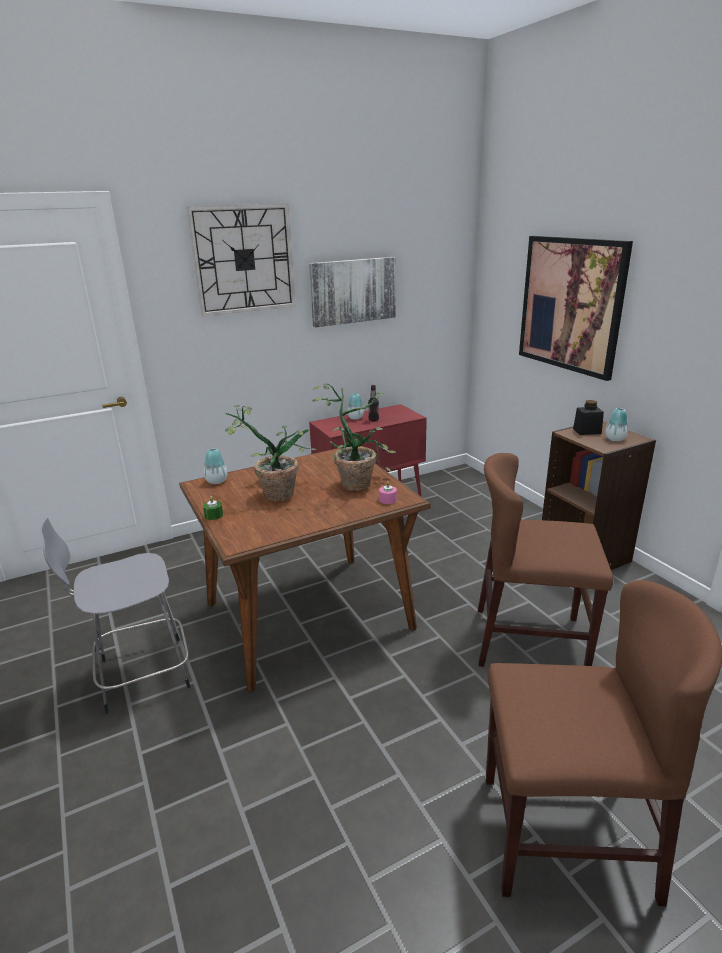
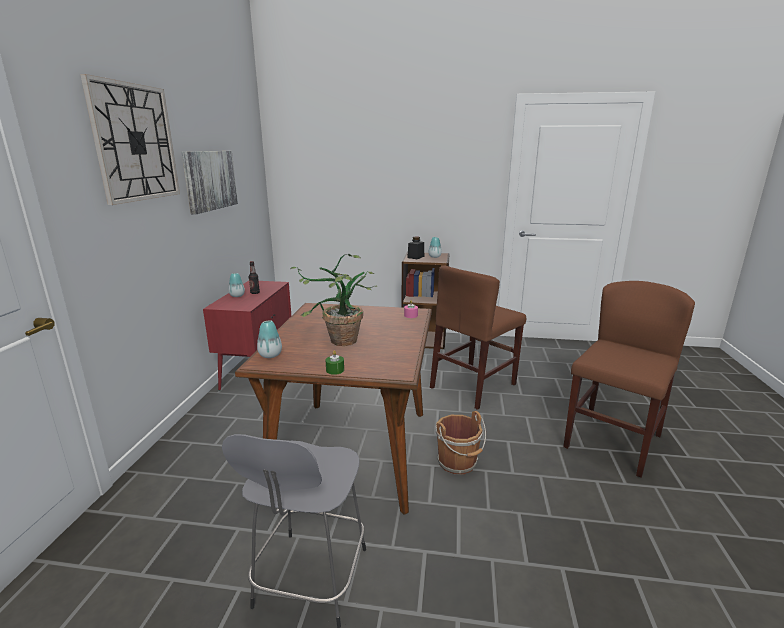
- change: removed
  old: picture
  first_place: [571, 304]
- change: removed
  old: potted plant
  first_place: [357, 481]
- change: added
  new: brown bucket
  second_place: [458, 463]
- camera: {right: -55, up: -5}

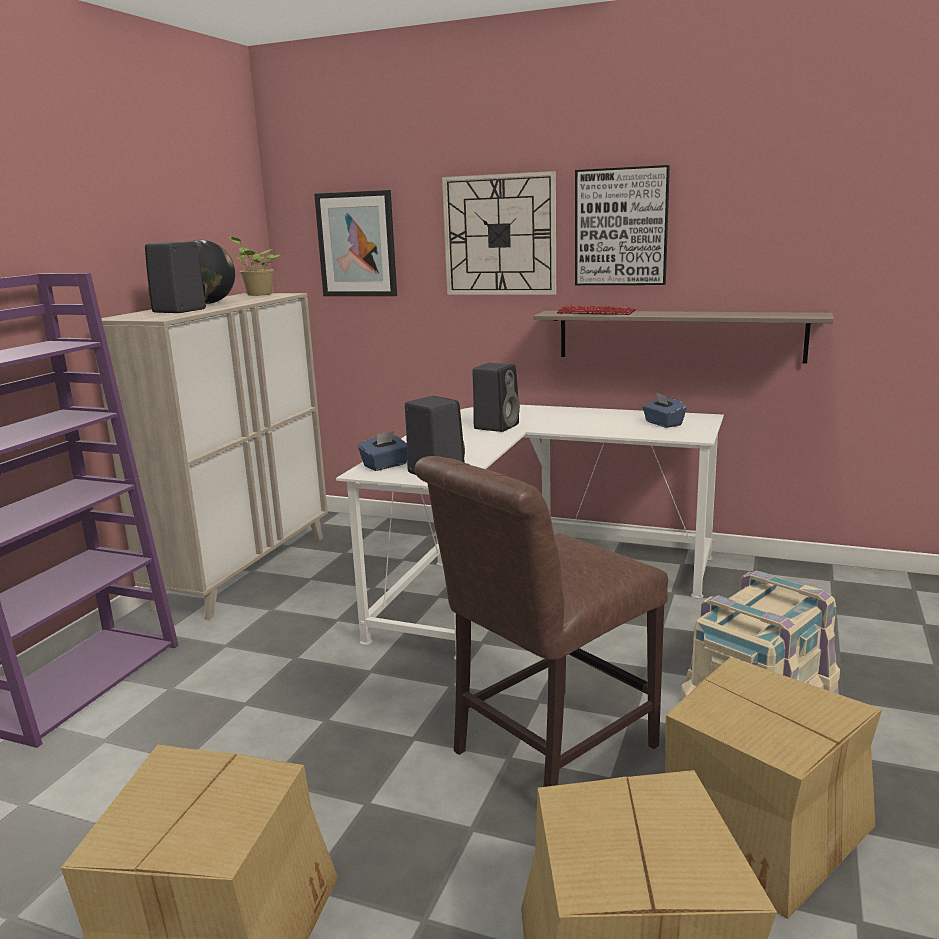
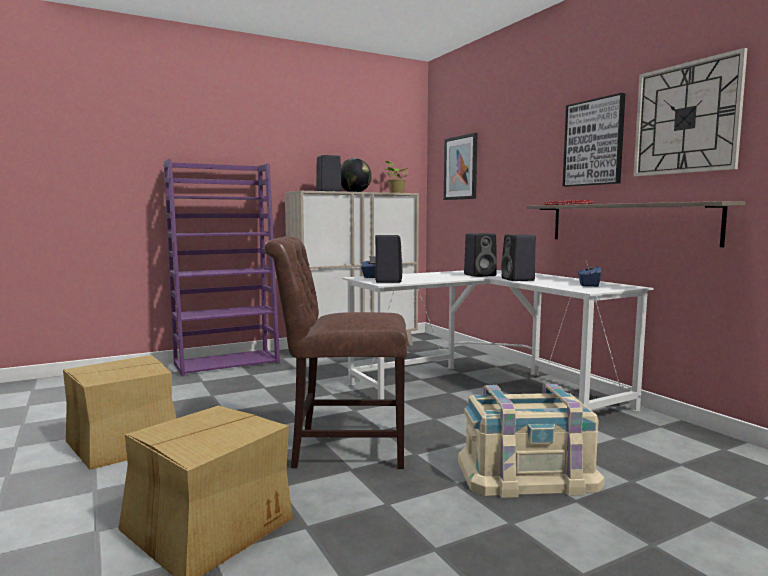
- change: moved
  old: wall clock
  first_place: [500, 235]
  second_place: [686, 118]
- change: removed
  old: cardboard box
  first_place: [759, 828]
- change: added
  new: black speaker
  second_place: [518, 279]
- camera: {right: 40, up: -10}

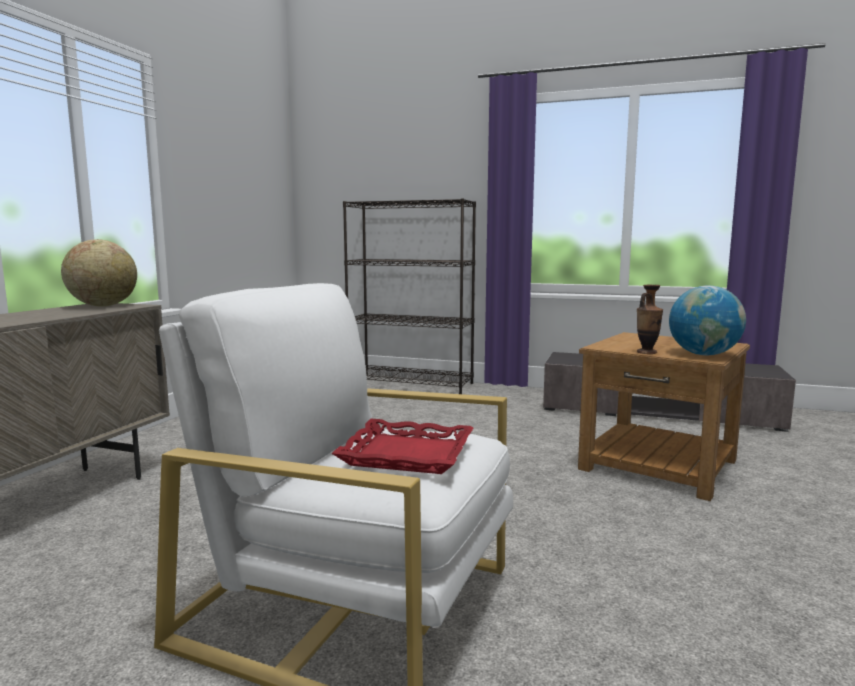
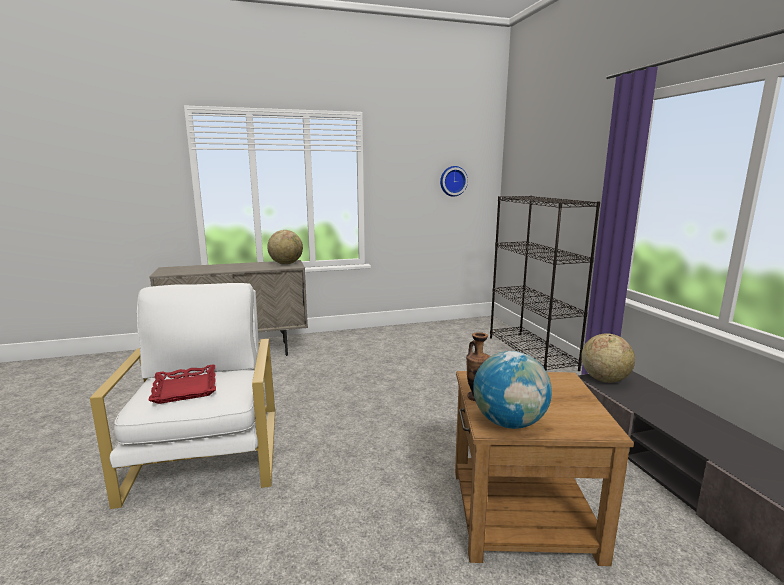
- change: added
  new: wall clock
  second_place: [453, 181]
- change: added
  new: globe
  second_place: [604, 379]
- camera: {right: 55, up: 5}

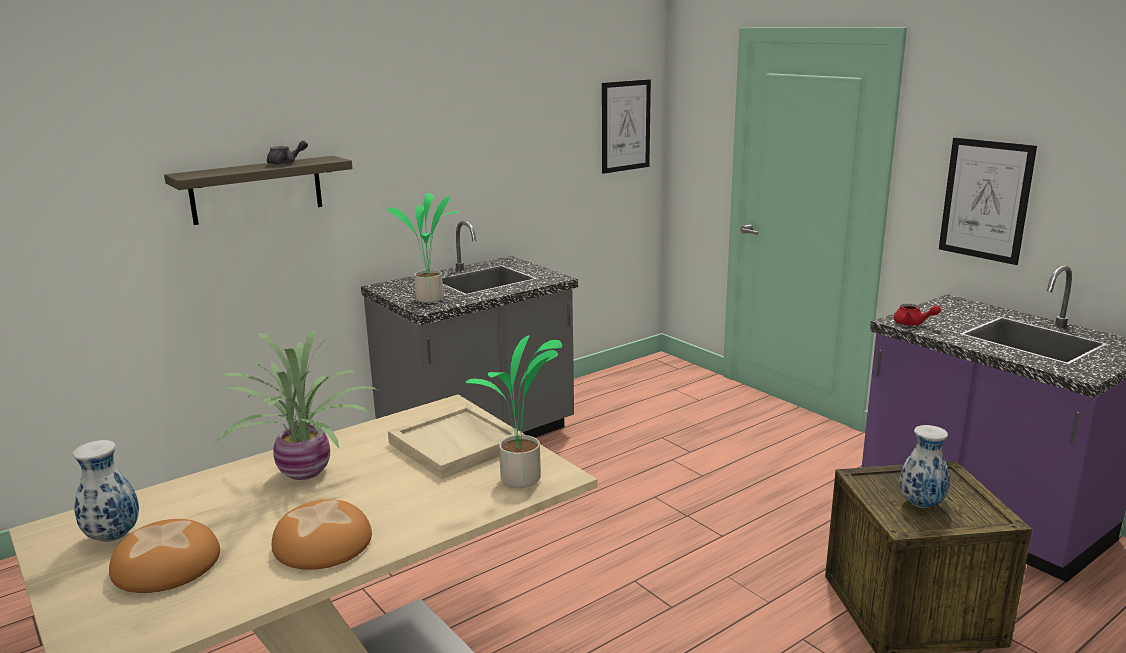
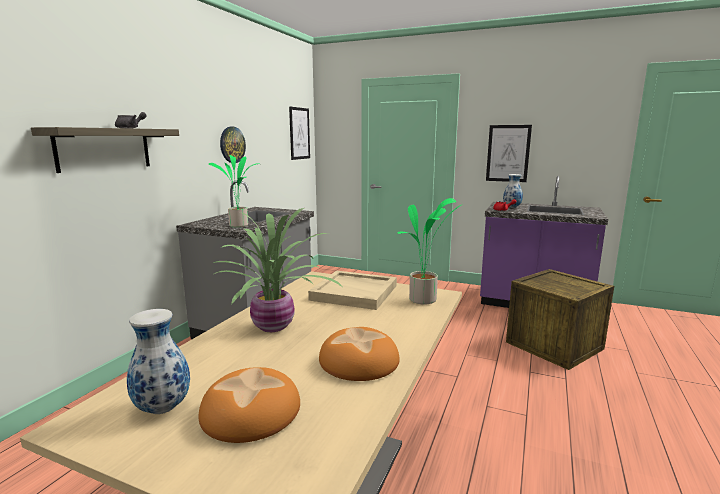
- change: moved
  old: vase
  first_place: [921, 505]
  second_place: [512, 207]
- change: added
  new: wall clock
  second_place: [232, 144]
- camera: {right: -30, up: -5}

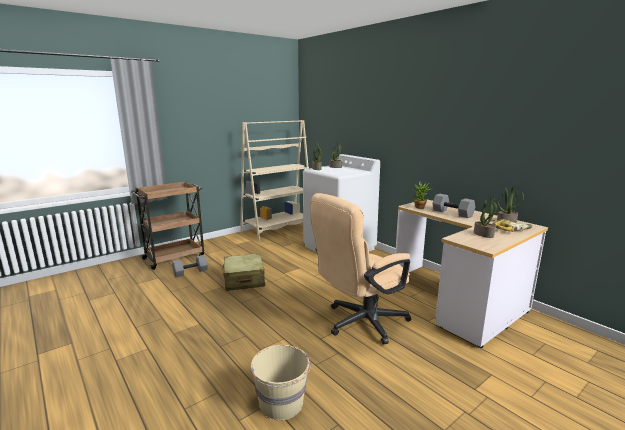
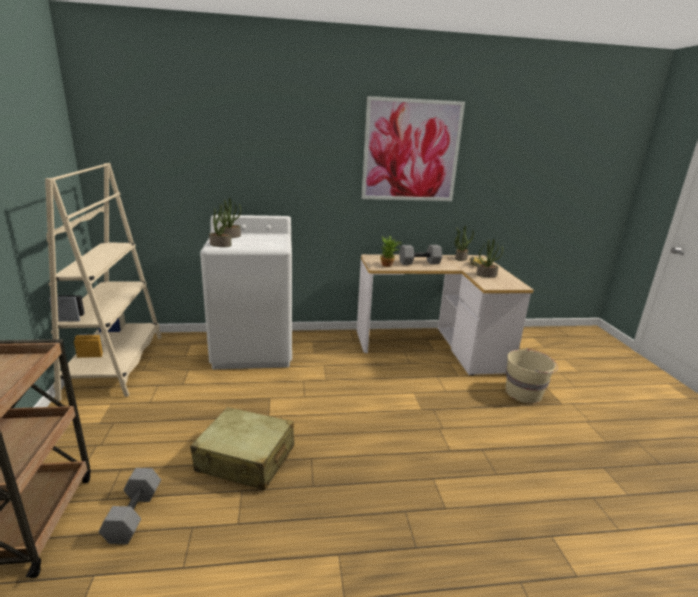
- change: removed
  old: beige office chair
  first_place: [359, 323]
- change: moved
  old: beige bucket
  first_place: [281, 403]
  second_place: [524, 393]
- change: added
  new: picture
  second_place: [411, 151]
- camera: {right: -60, up: 5}

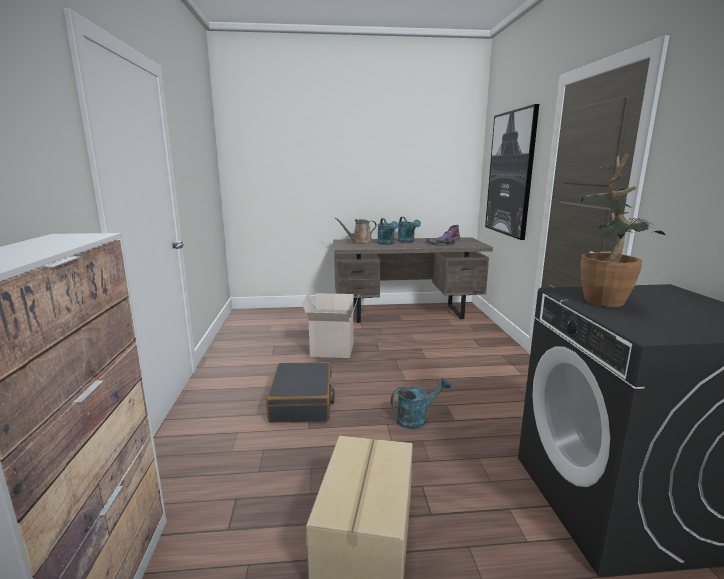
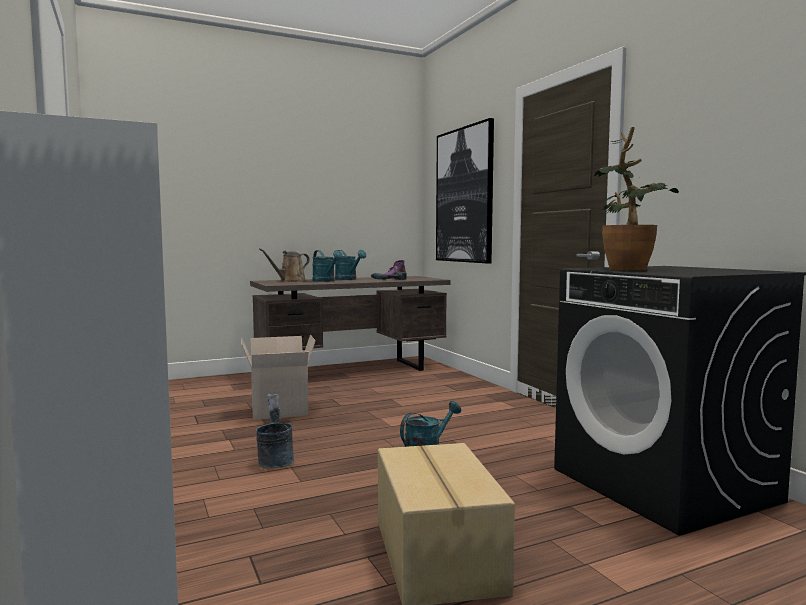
- change: replaced
  old: black suitcase
  new: grey bucket
  first_place: [303, 402]
  second_place: [275, 460]
- camera: {right: -20, up: -10}

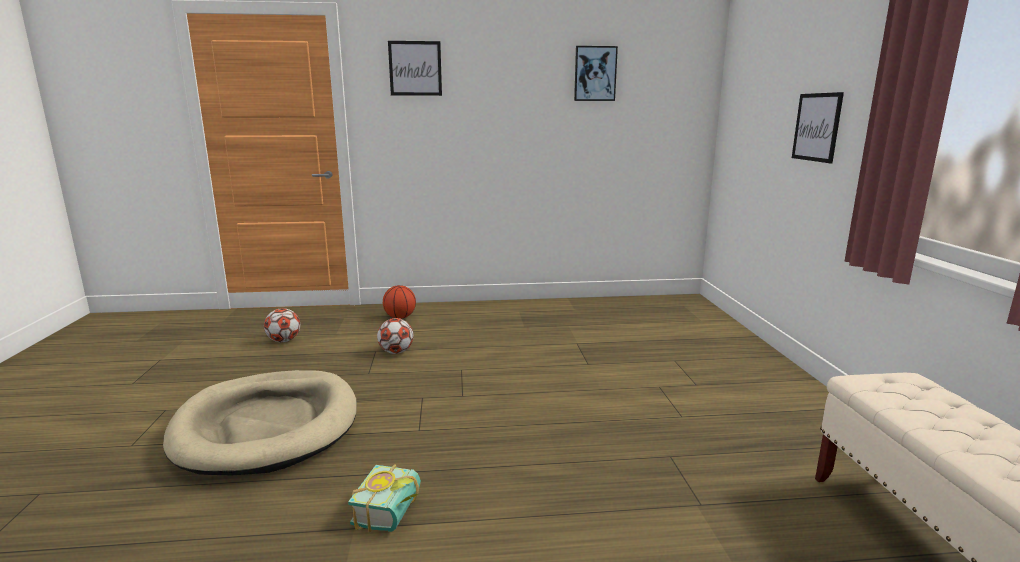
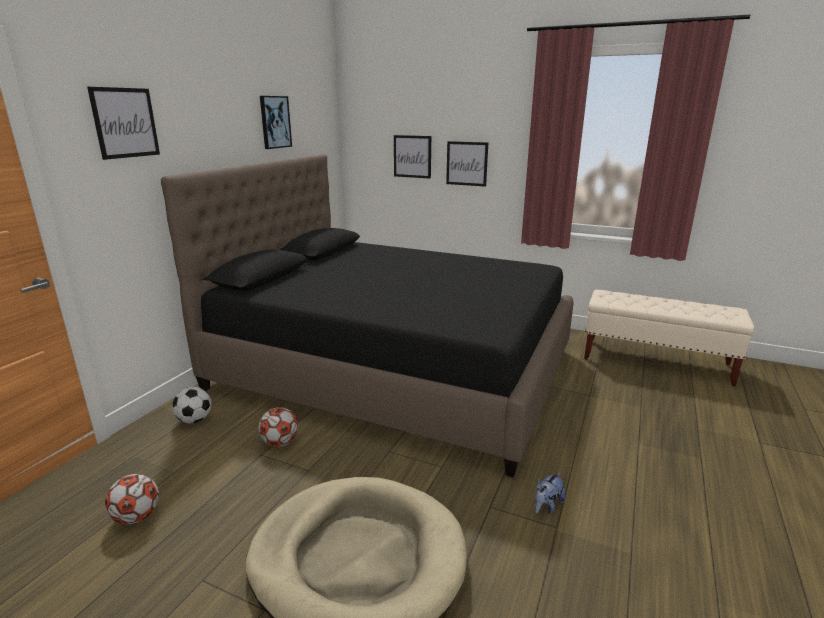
- change: replaced
  old: basketball
  new: football
  first_place: [400, 317]
  second_place: [195, 420]
- change: replaced
  old: book
  new: plush toy
  first_place: [394, 512]
  second_place: [546, 506]
- change: added
  new: picture
  second_place: [412, 156]
- change: added
  new: black bed
  second_place: [394, 368]
- camera: {right: -60, up: 5}

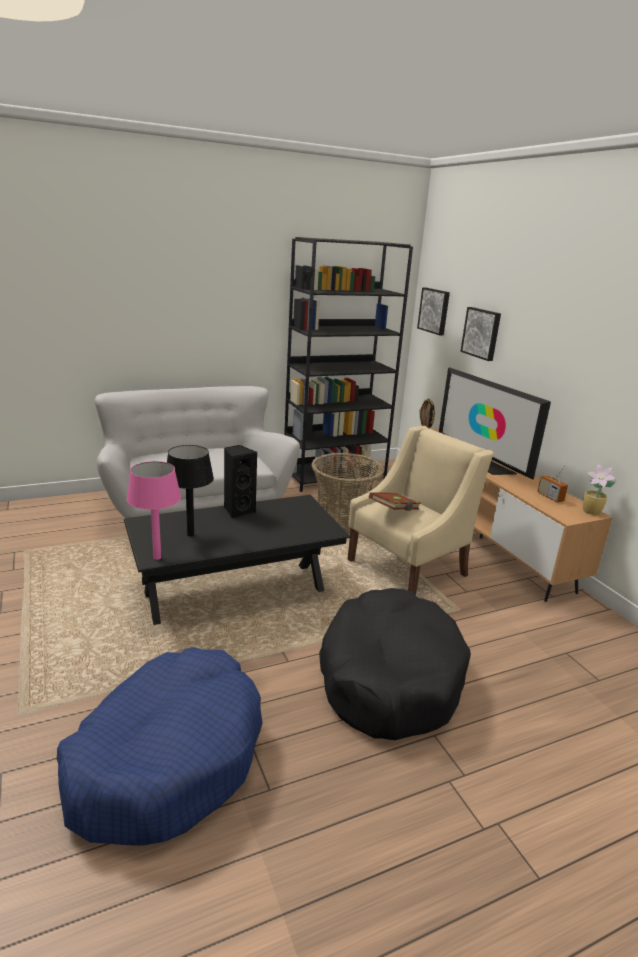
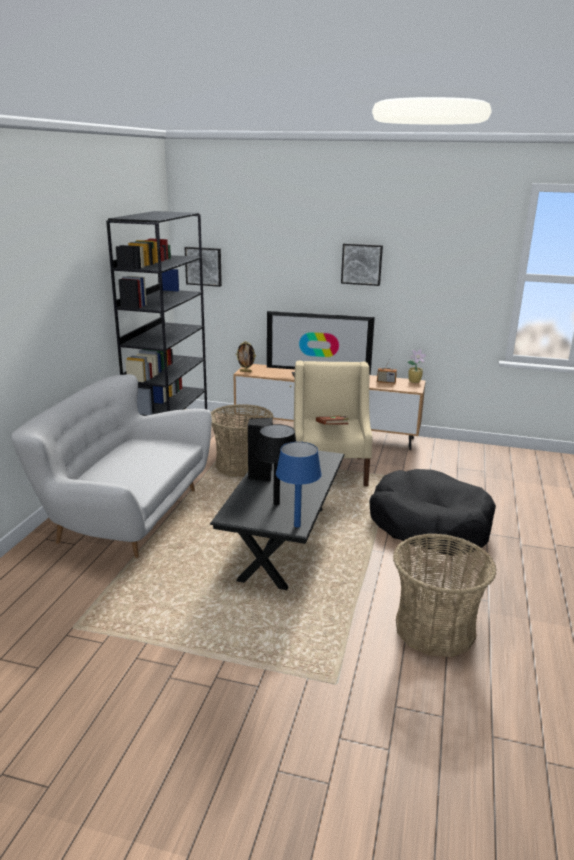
- change: moved
  old: picture
  first_place: [482, 333]
  second_place: [361, 264]
- change: recoloured
  old: pink table lamp
  new: blue table lamp
  first_place: [157, 557]
  second_place: [297, 525]
- change: replaced
  old: blue dog bed
  new: basket
  first_place: [167, 757]
  second_place: [435, 628]
- camera: {right: -50, up: 0}

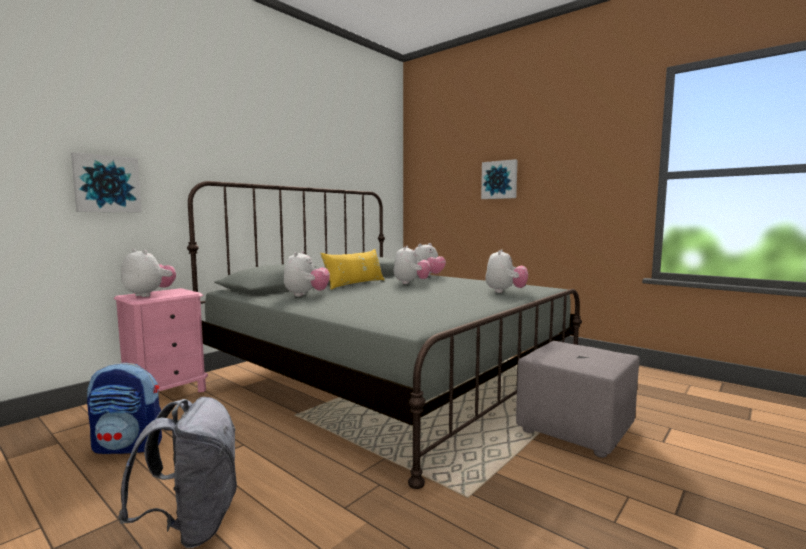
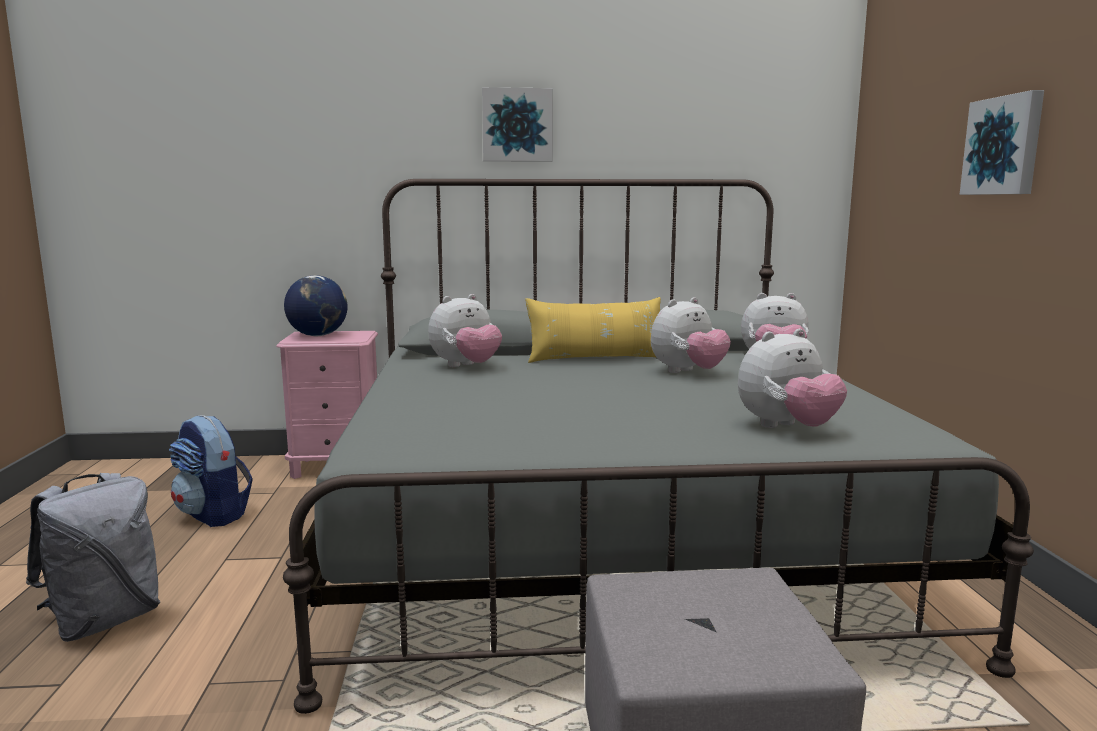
- change: moved
  old: picture
  first_place: [107, 184]
  second_place: [517, 125]
- change: replaced
  old: plush toy
  new: globe
  first_place: [149, 295]
  second_place: [318, 335]
- camera: {right: 45, up: 5}

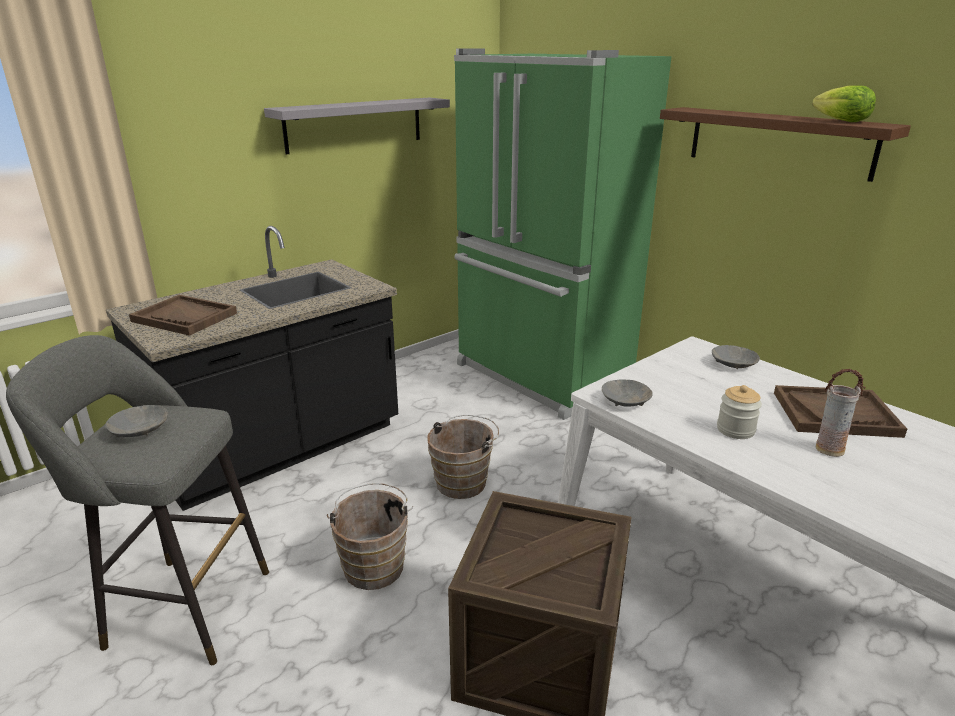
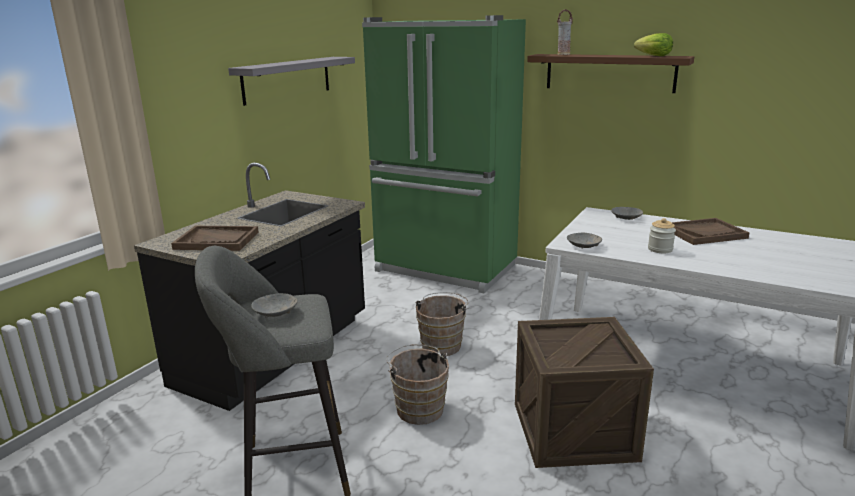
- change: moved
  old: vase
  first_place: [828, 449]
  second_place: [563, 55]
- camera: {right: -20, up: -5}

